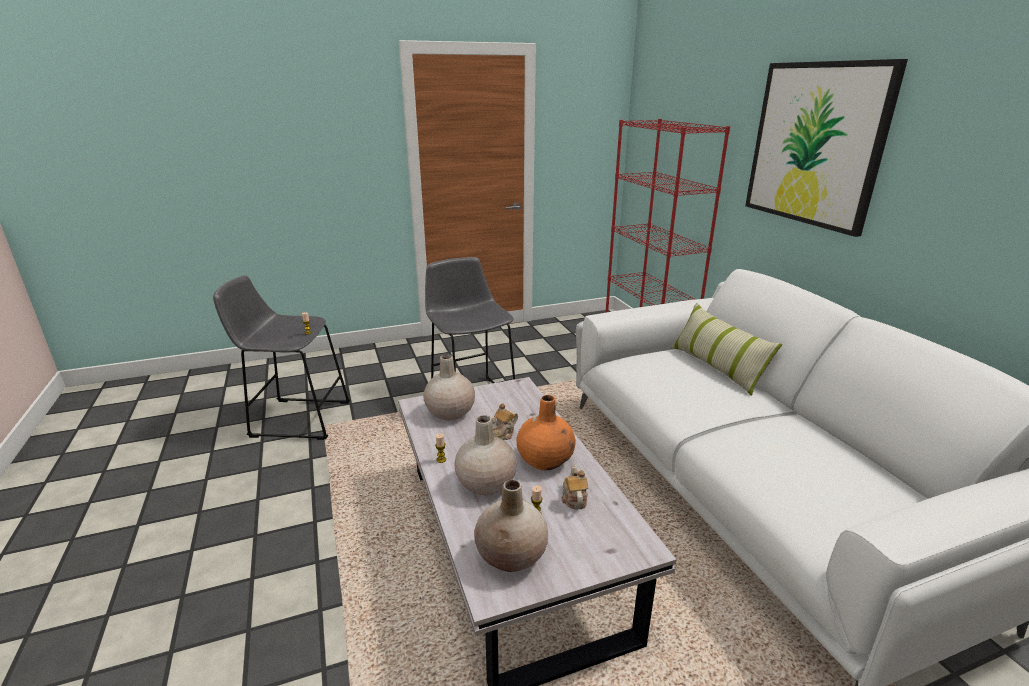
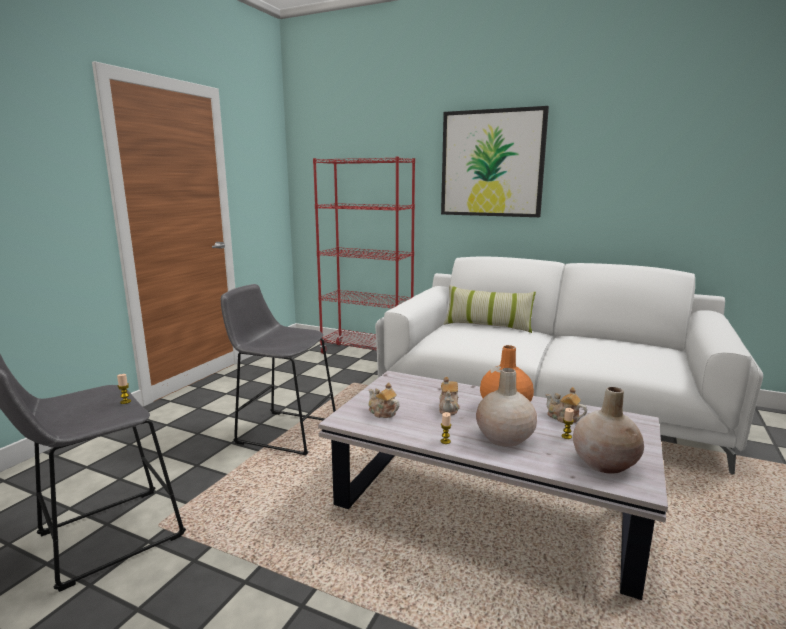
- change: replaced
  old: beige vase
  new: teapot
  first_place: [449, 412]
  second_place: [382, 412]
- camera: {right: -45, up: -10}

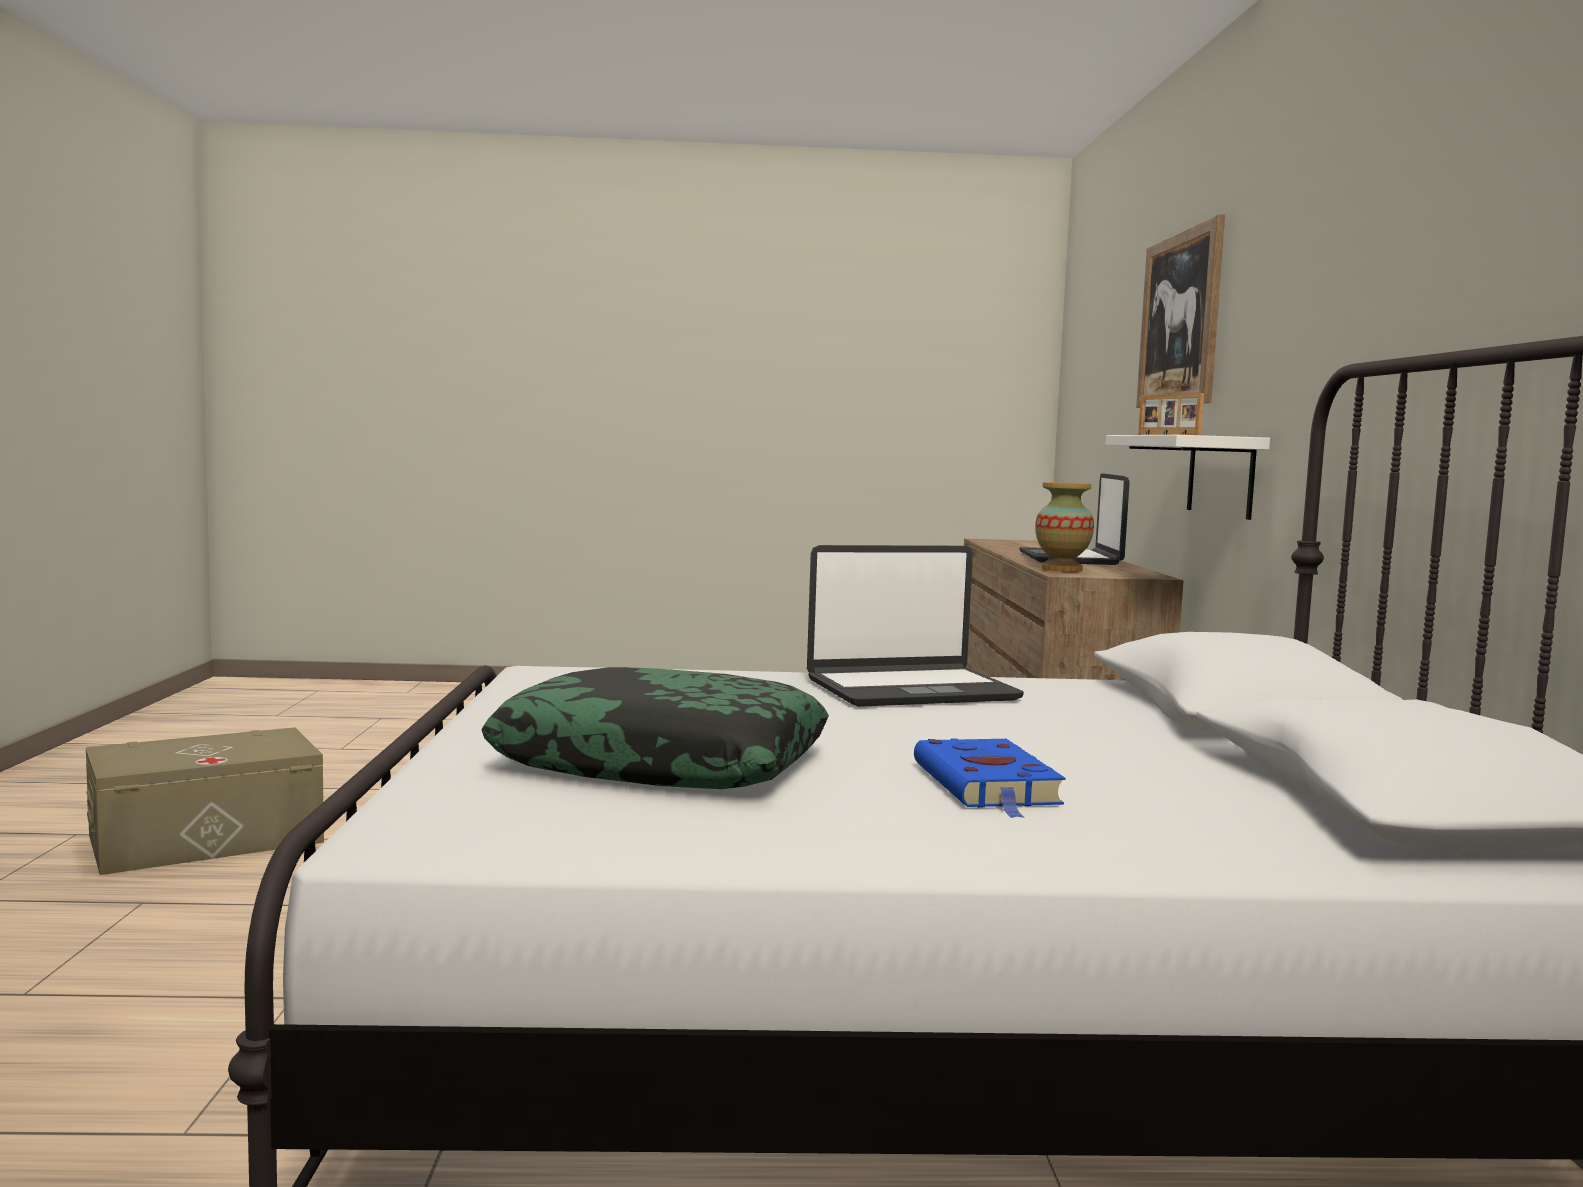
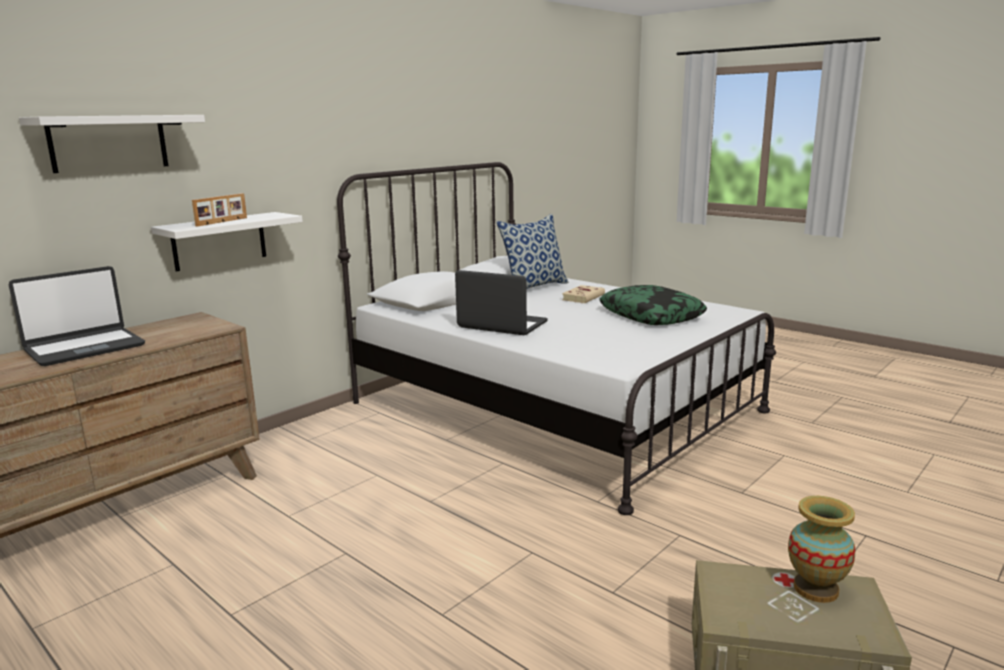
- change: replaced
  old: picture
  new: white shelf
  first_place: [1180, 319]
  second_place: [109, 143]
- change: moved
  old: vase
  first_place: [1061, 570]
  second_place: [816, 589]
- change: recoloured
  old: blue book
  new: beige book
  first_place: [988, 786]
  second_place: [583, 297]
- change: added
  new: pillow
  second_place: [534, 287]
- camera: {right: -135, up: 10}

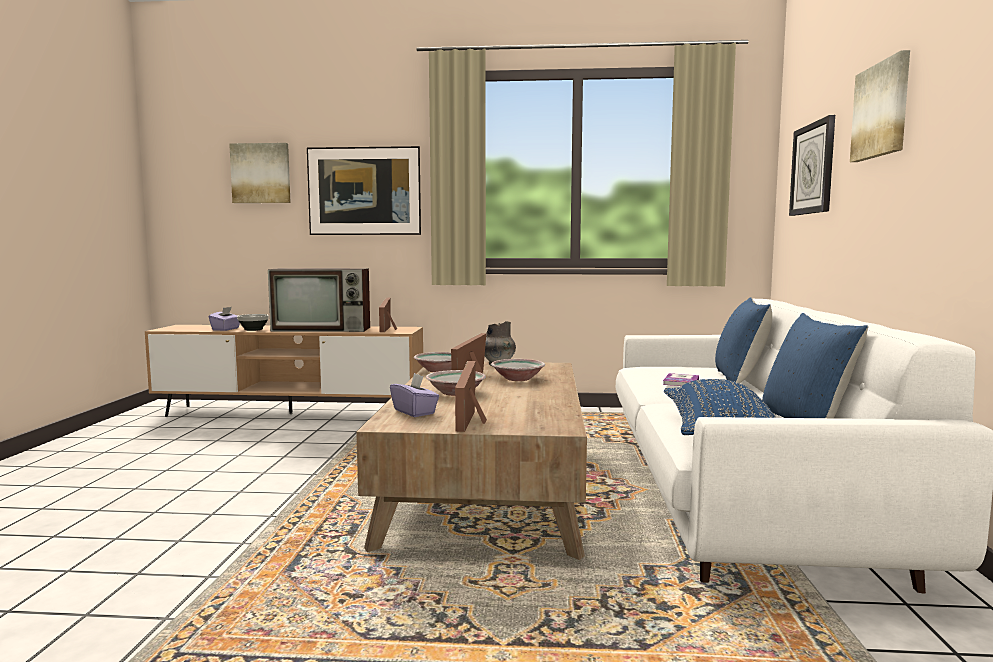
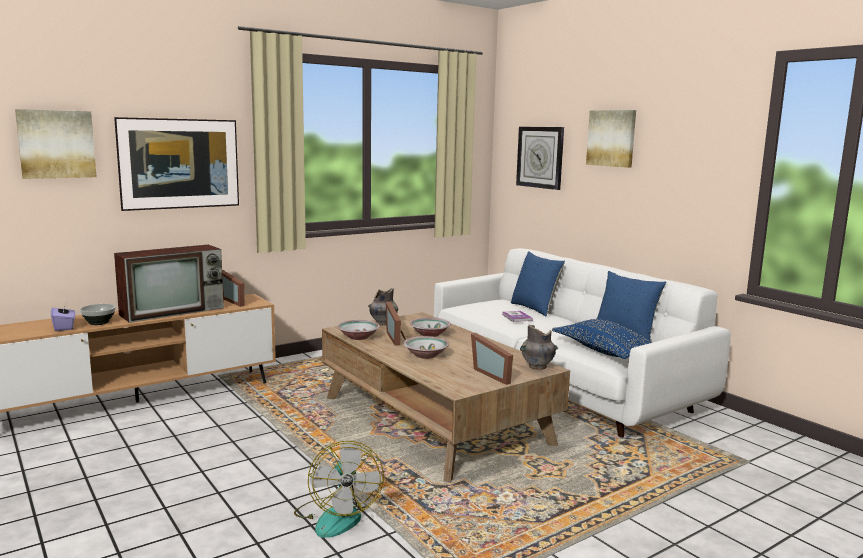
- change: removed
  old: purple tissue box
  first_place: [415, 412]
- change: added
  new: grey vase
  second_place: [538, 367]
- change: added
  new: fan
  second_place: [337, 516]
- camera: {right: -40, up: 5}

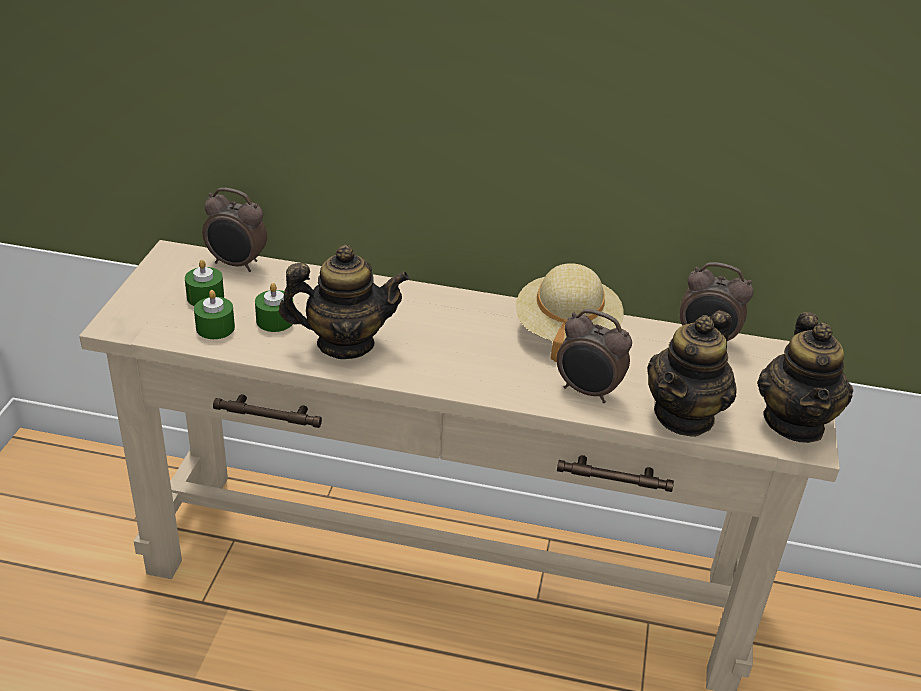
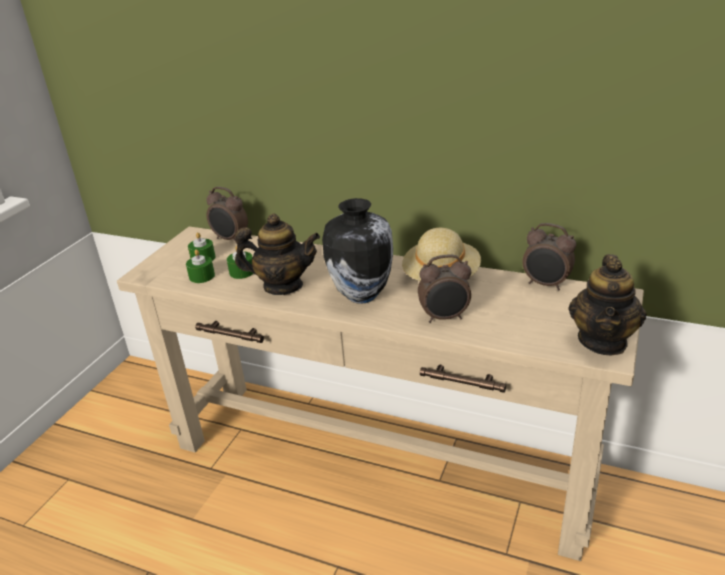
- change: turned
  old: alarm clock
  first_place: [587, 392]
  second_place: [445, 318]
  degrees: -45
- change: removed
  old: teapot
  first_place: [684, 416]
- change: added
  new: vase
  second_place: [362, 295]
- camera: {right: 15, up: -5}

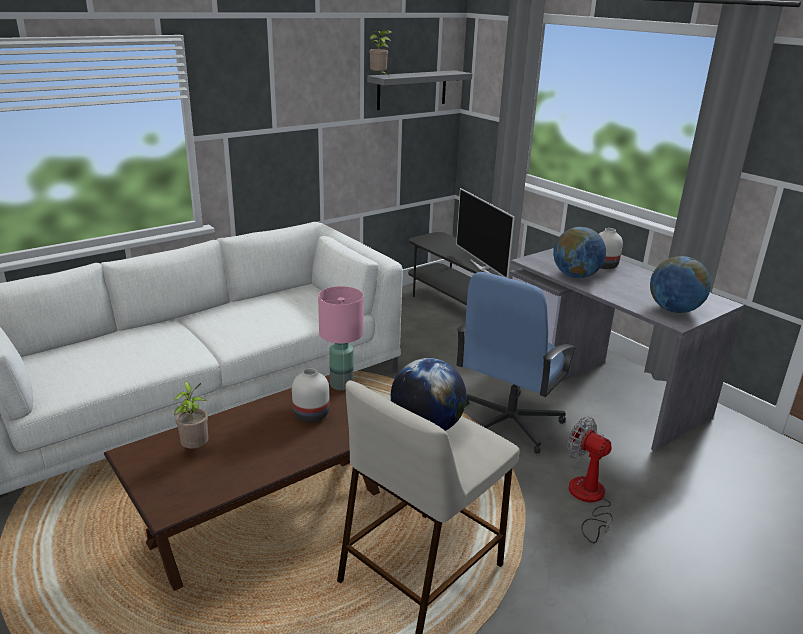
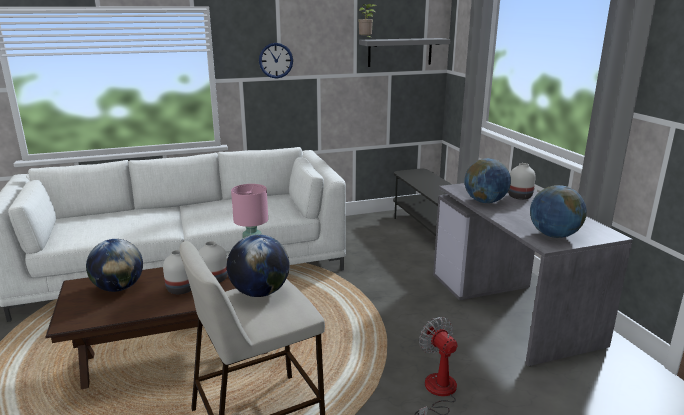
- change: removed
  old: television
  first_place: [483, 268]
- change: removed
  old: blue office chair
  first_place: [508, 423]
- change: replaced
  old: potted plant
  new: globe
  first_place: [195, 448]
  second_place: [118, 288]
- change: added
  new: wall clock
  second_place: [276, 60]
- change: added
  new: white vase
  second_place: [181, 288]
- camera: {right: 20, up: -5}

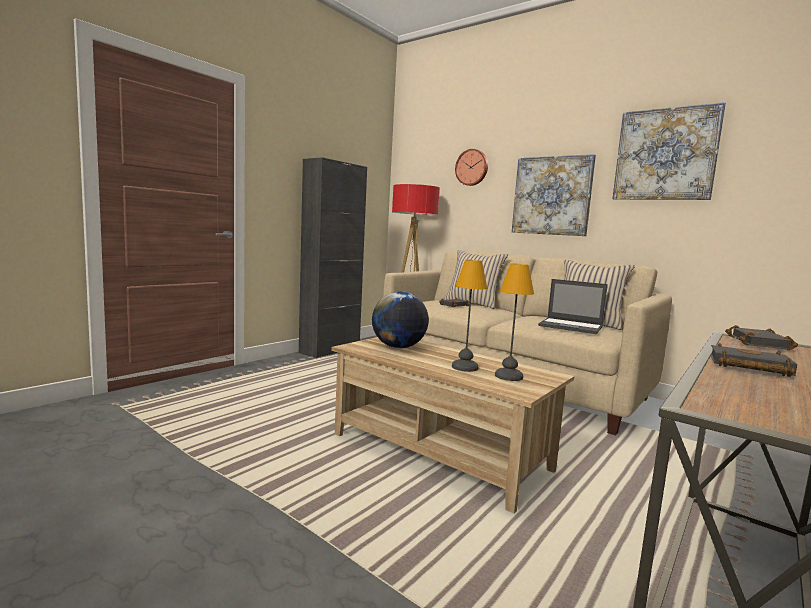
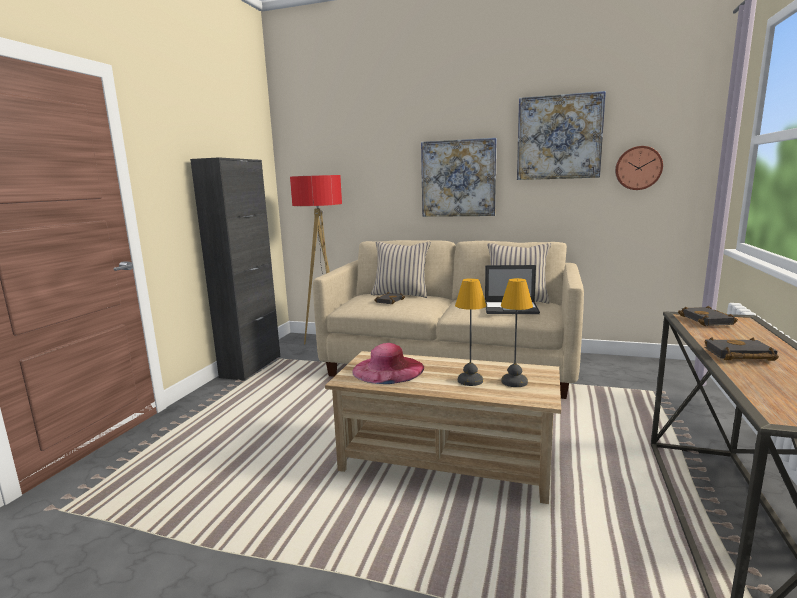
- change: moved
  old: wall clock
  first_place: [472, 167]
  second_place: [638, 168]
- change: replaced
  old: globe
  new: pink hat
  first_place: [398, 347]
  second_place: [388, 369]
- camera: {right: -20, up: 5}

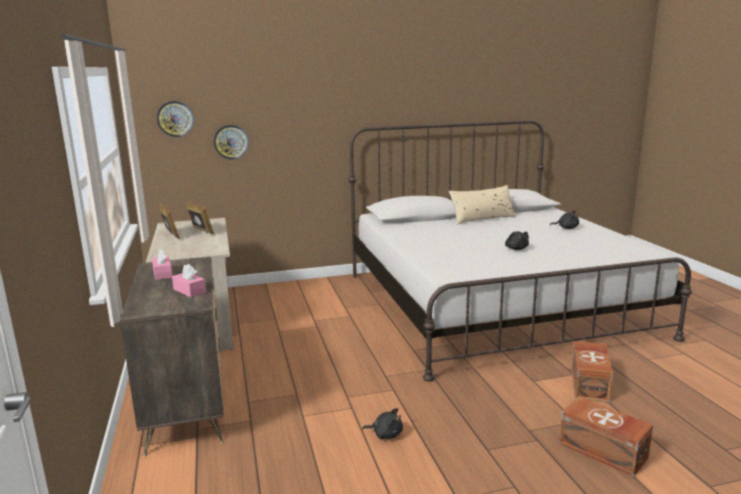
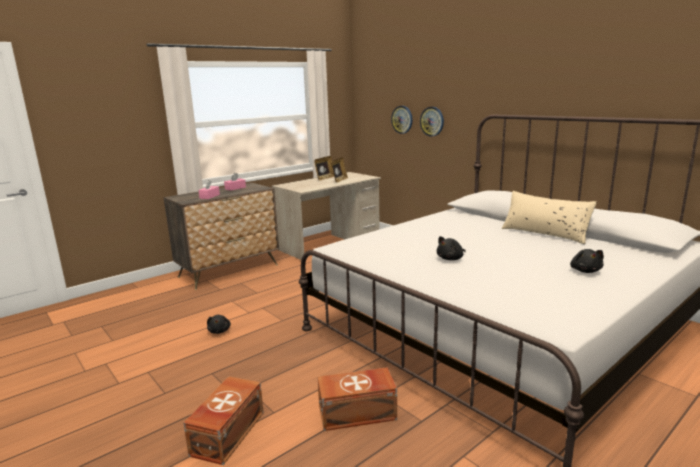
- change: moved
  old: wall clock
  first_place: [175, 119]
  second_place: [432, 121]
- camera: {right: 65, up: 0}

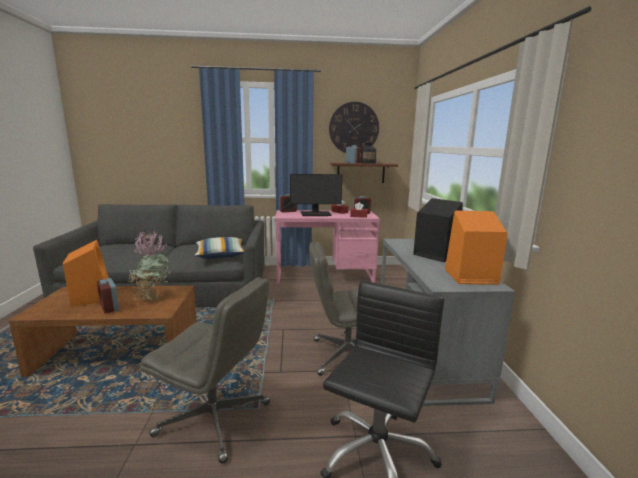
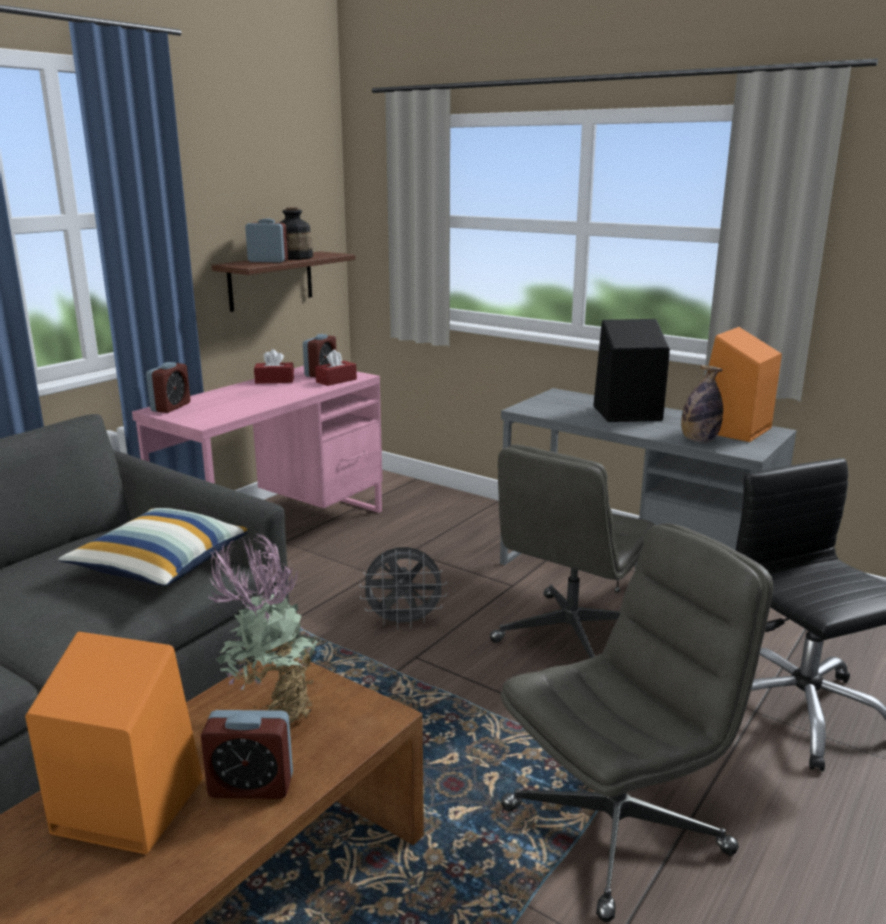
- change: removed
  old: wall clock
  first_place: [354, 128]
- change: removed
  old: monitor
  first_place: [315, 214]
- change: added
  new: bottle
  second_place: [698, 440]
- change: added
  new: grey fan
  second_place: [404, 622]
- camera: {right: -50, up: 5}

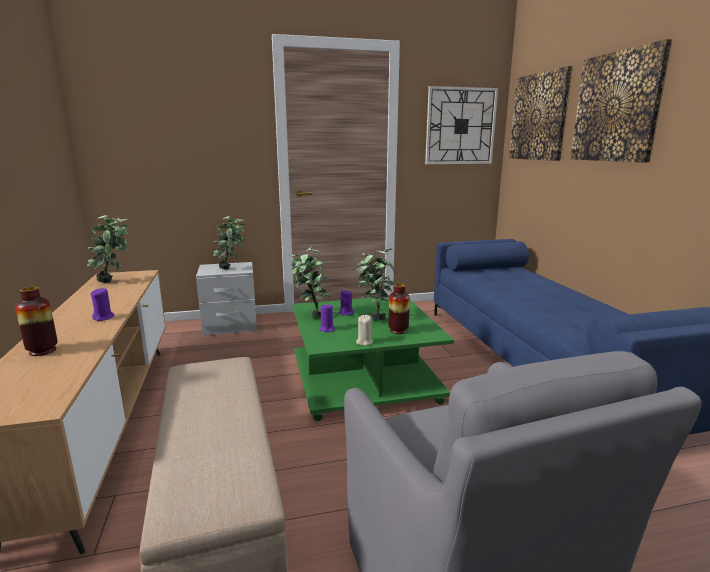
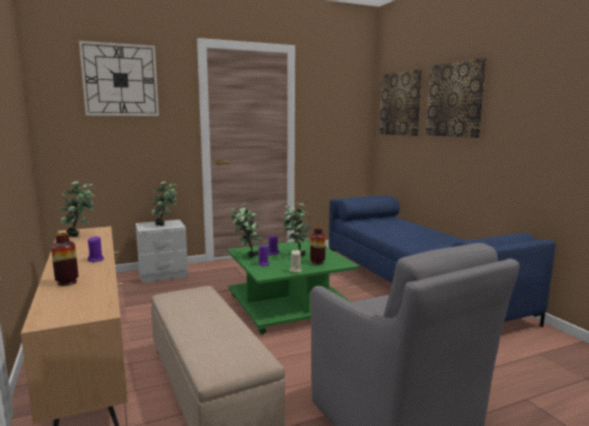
- change: moved
  old: wall clock
  first_place: [460, 126]
  second_place: [120, 80]
- camera: {right: -10, up: -5}

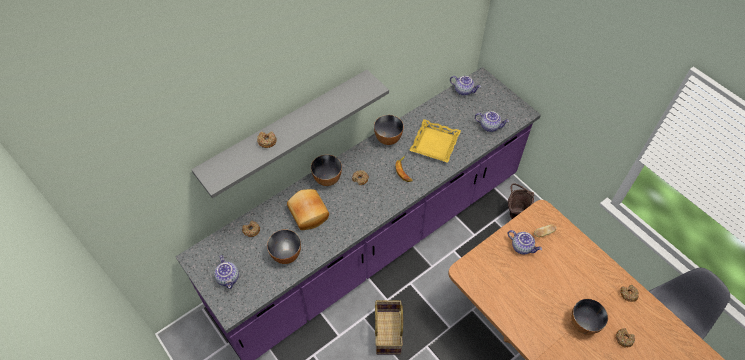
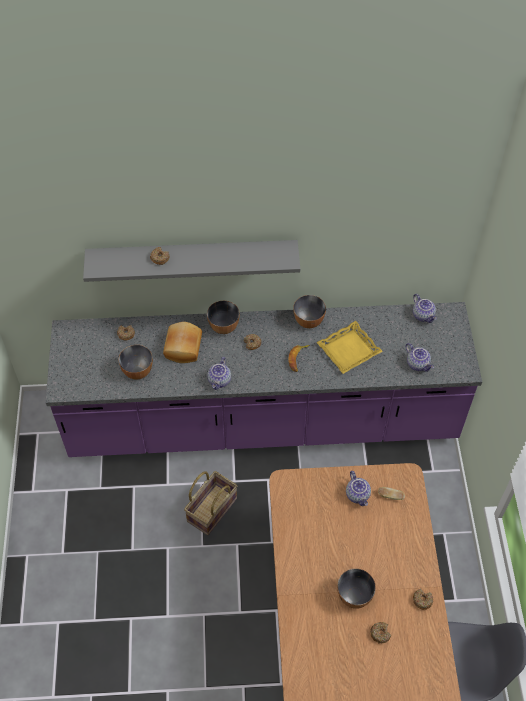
- change: removed
  old: brown bucket
  first_place: [515, 214]
- change: moved
  old: teapot
  first_place: [229, 278]
  second_place: [220, 381]
- camera: {right: 35, up: 0}

